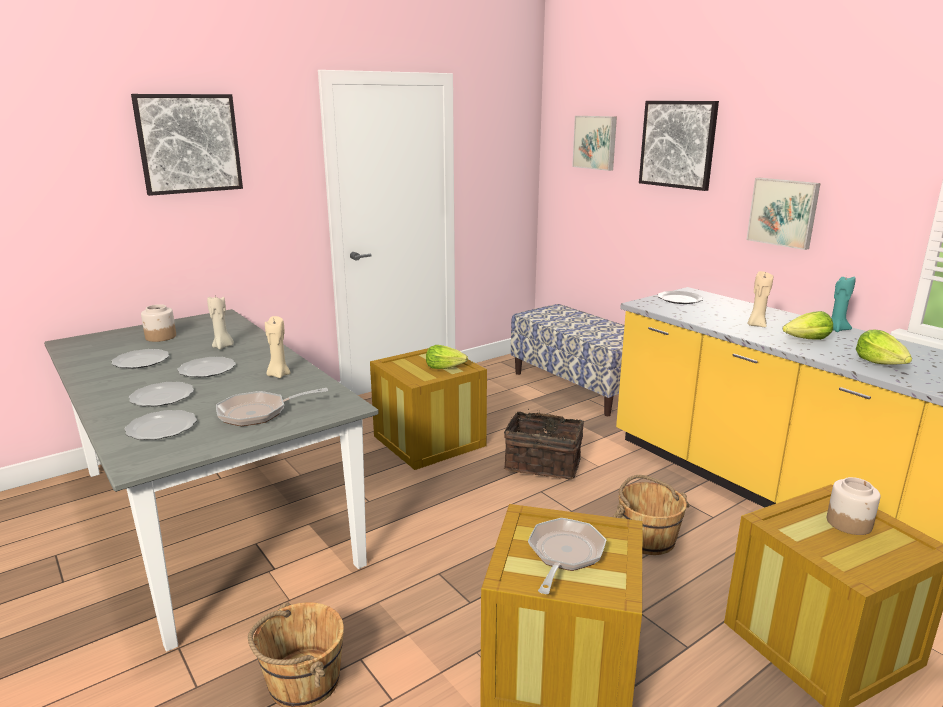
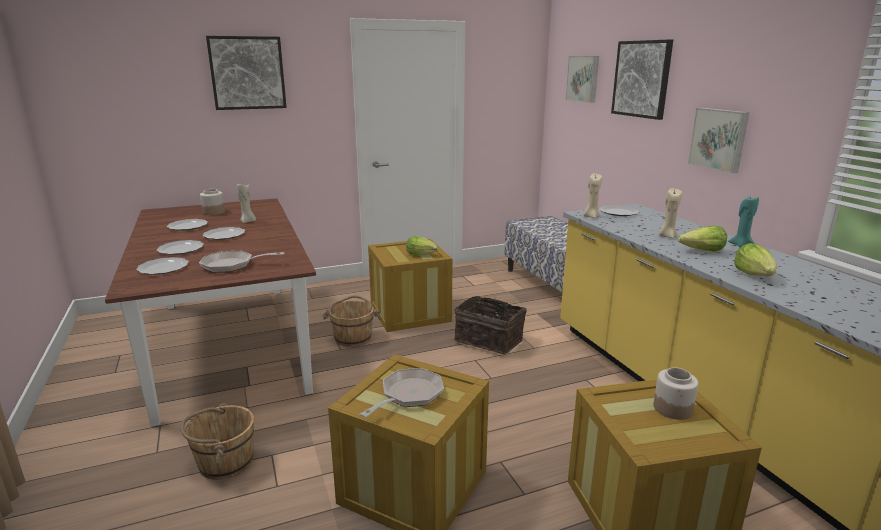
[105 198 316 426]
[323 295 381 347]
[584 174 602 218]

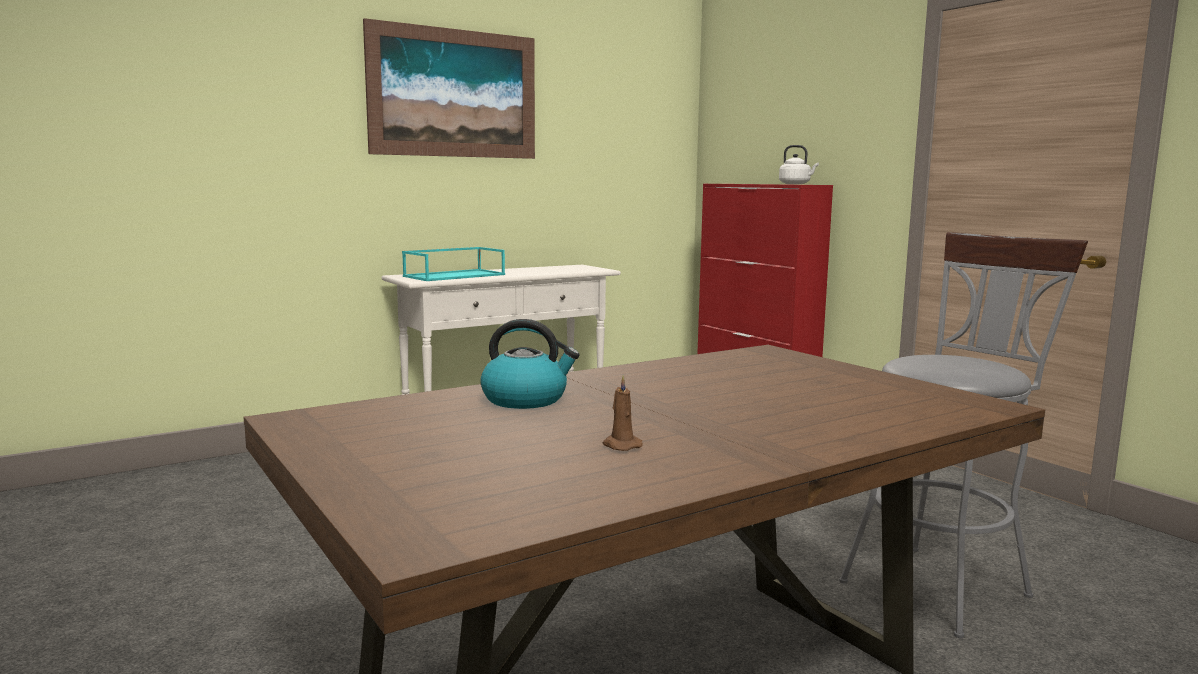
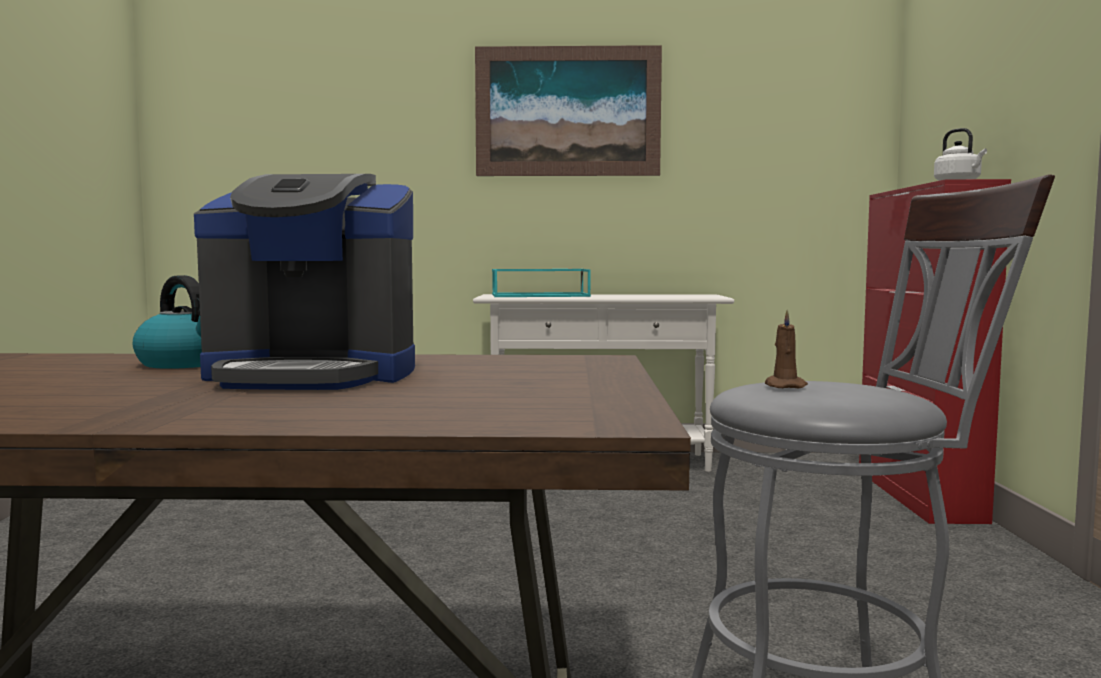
[194 174 415 390]
[765 309 808 388]

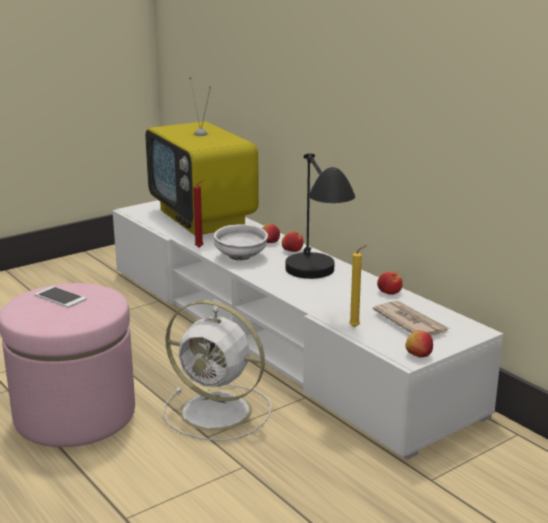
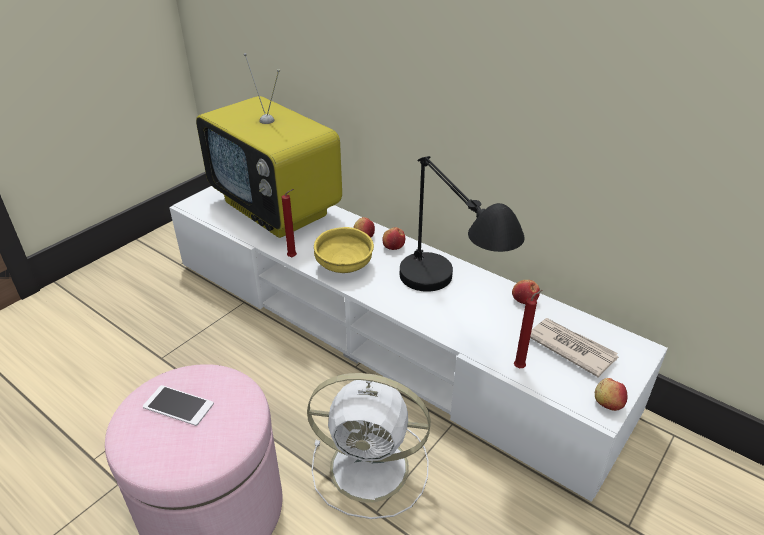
[314 227 374 273]
[514 290 542 368]

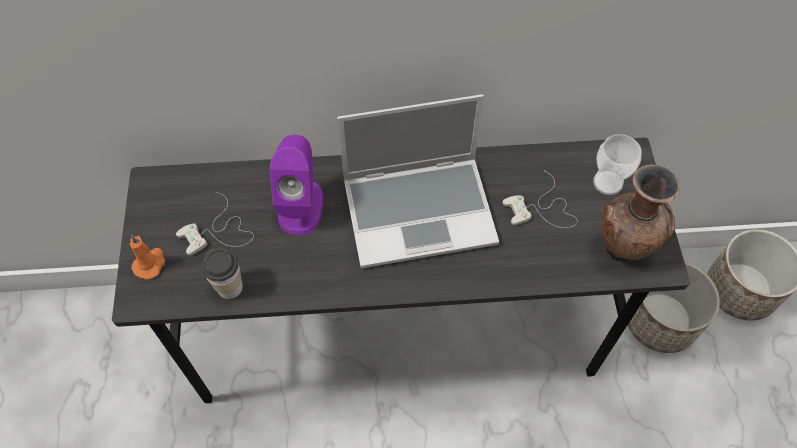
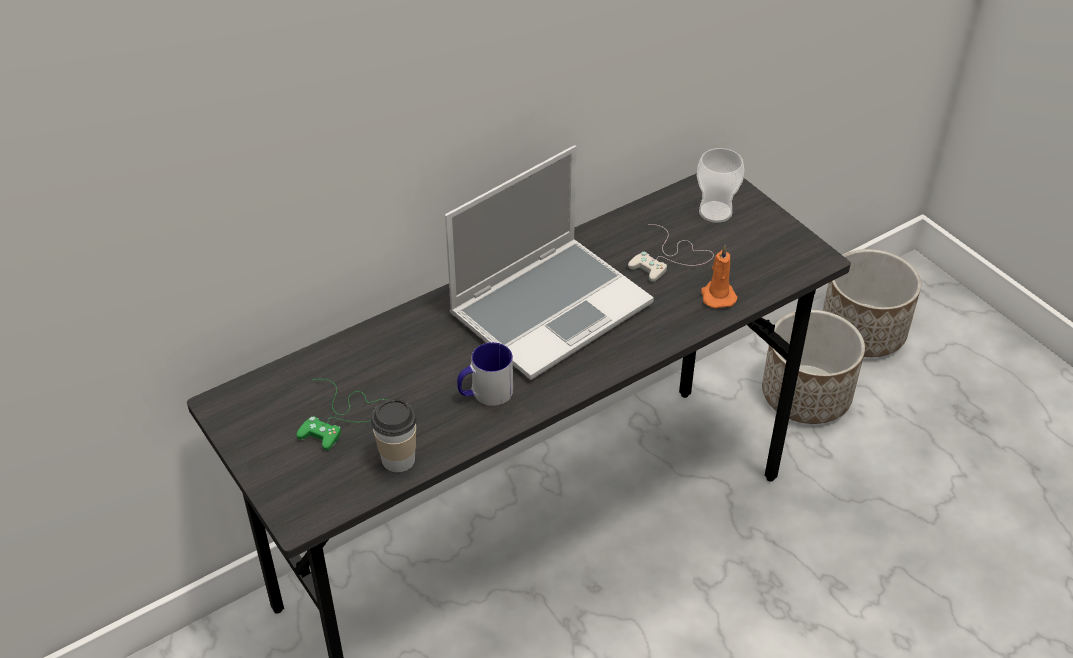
[296 379 389 451]
[457 342 513 406]
[701 245 738 309]
[269 135 323 235] (first image)
[601 164 680 262] (first image)

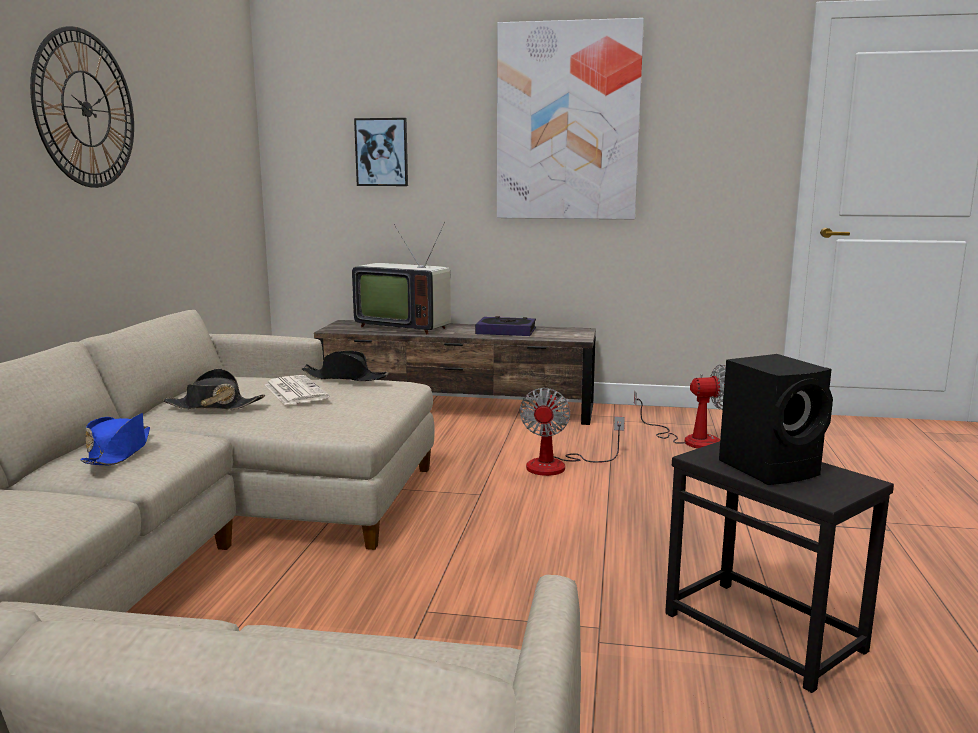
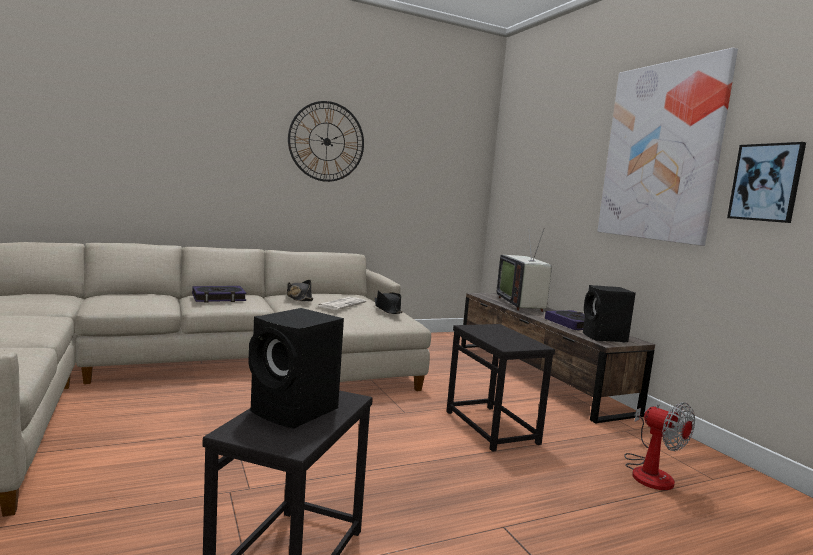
[192 286 247 303]
[446 324 555 452]
[583 285 636 342]
[727 142 806 223]

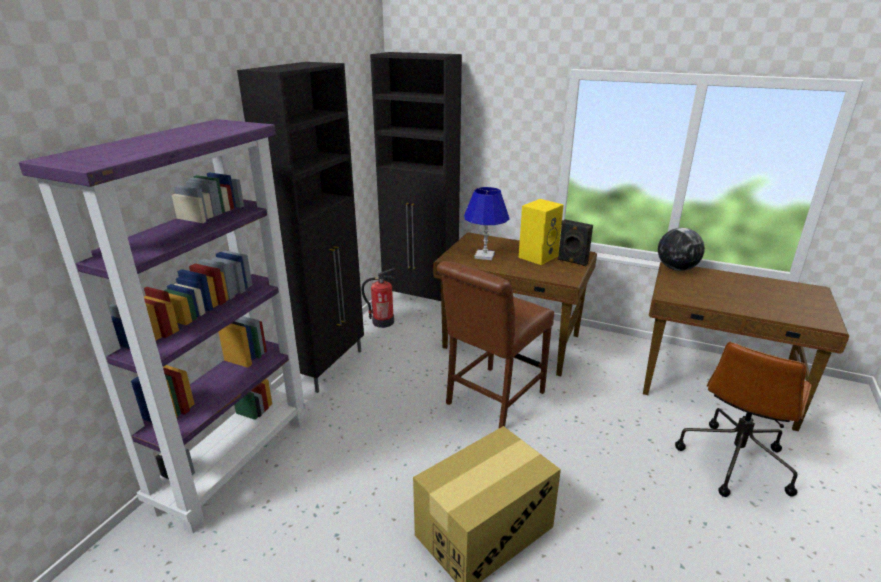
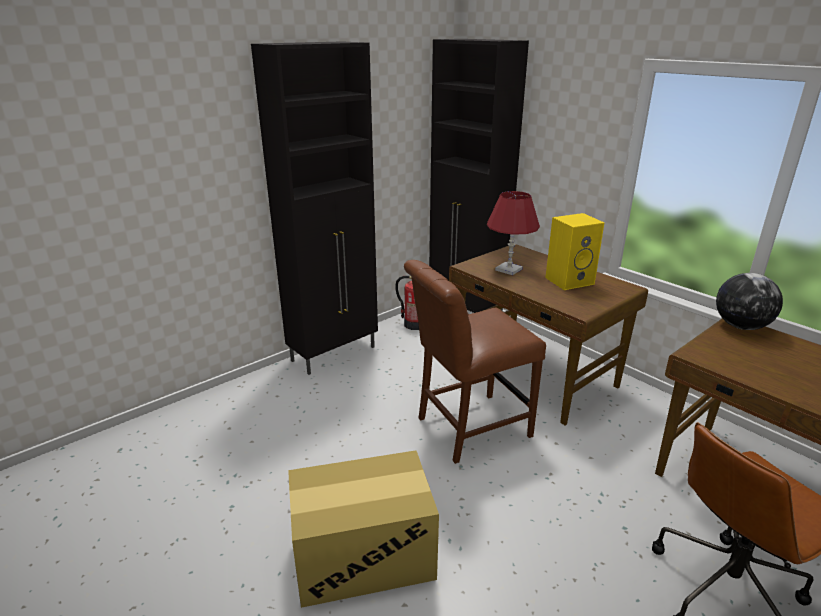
[487 191 540 275]
[18 119 308 533] (first image)
[558 219 593 266] (first image)

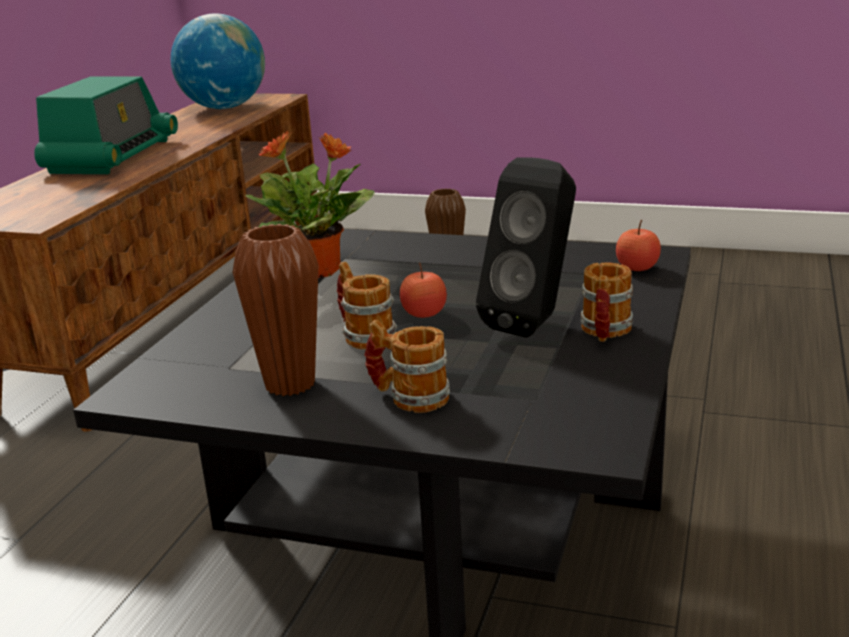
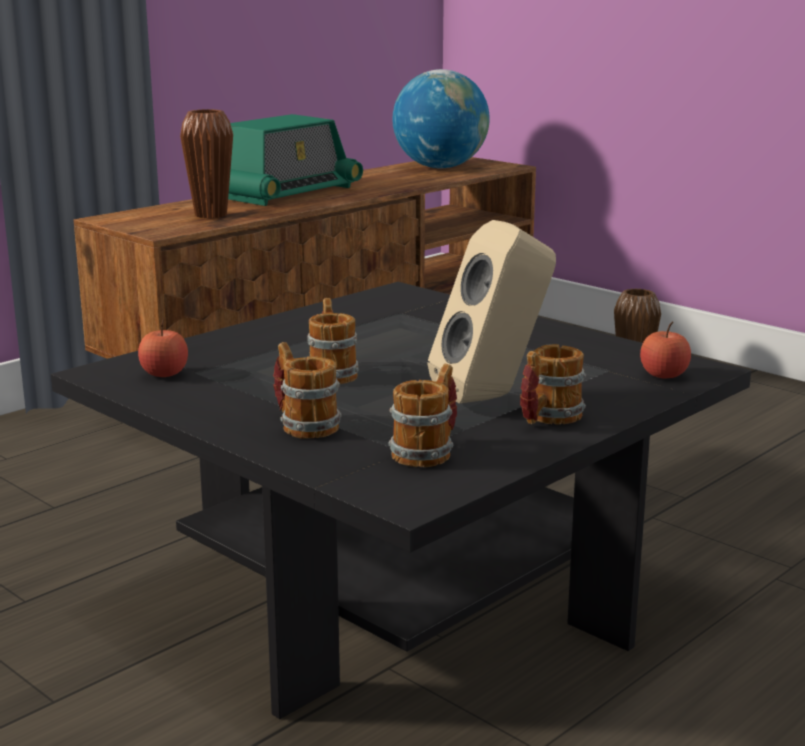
[138 319 188 377]
[180 109 233 219]
[388 364 457 467]
[428 220 556 404]
[246 130 375 278] (first image)

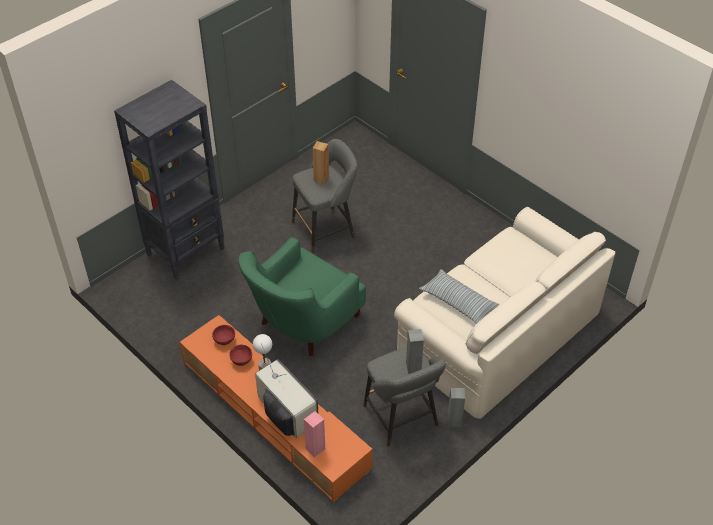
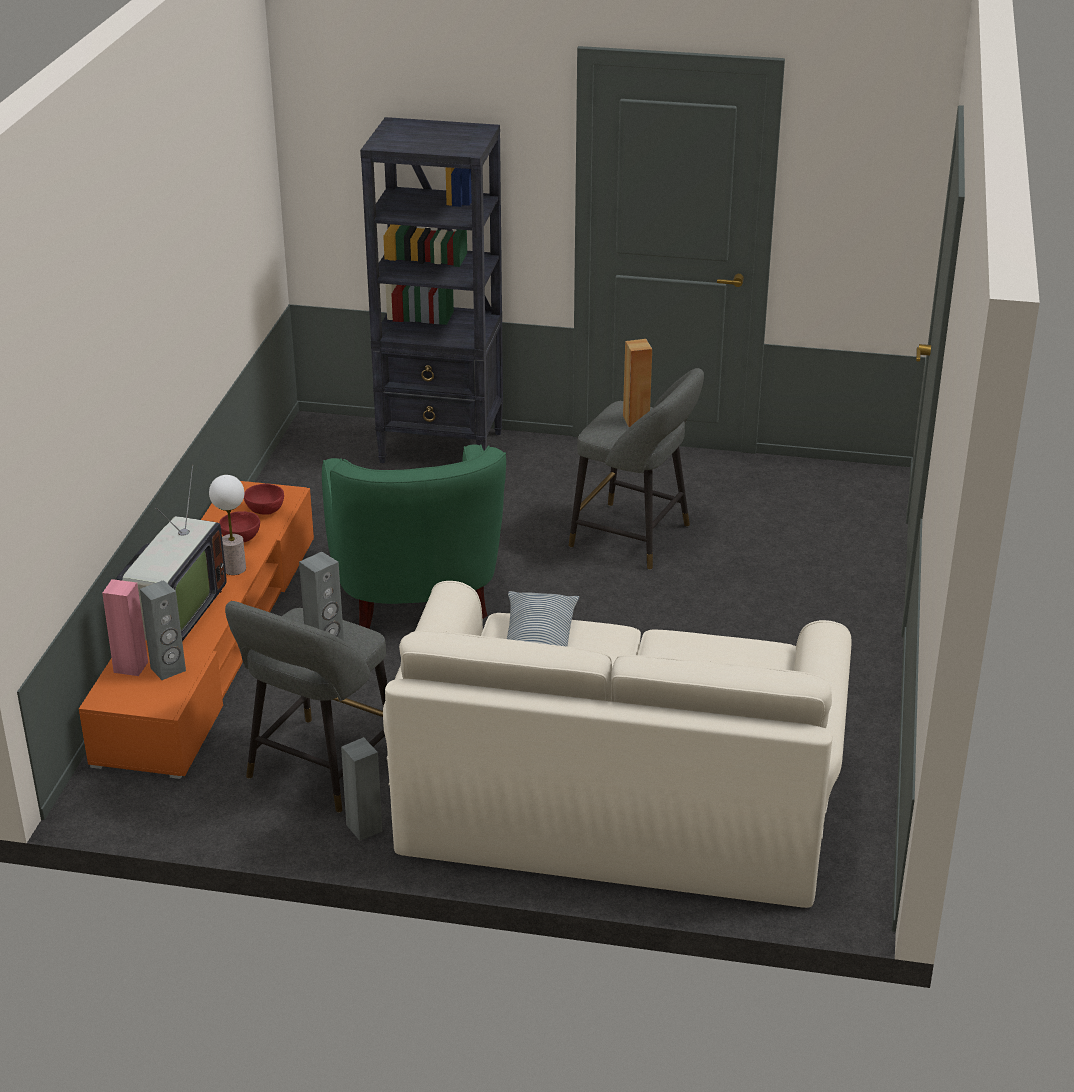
[140 580 186 680]
[322 444 506 629]

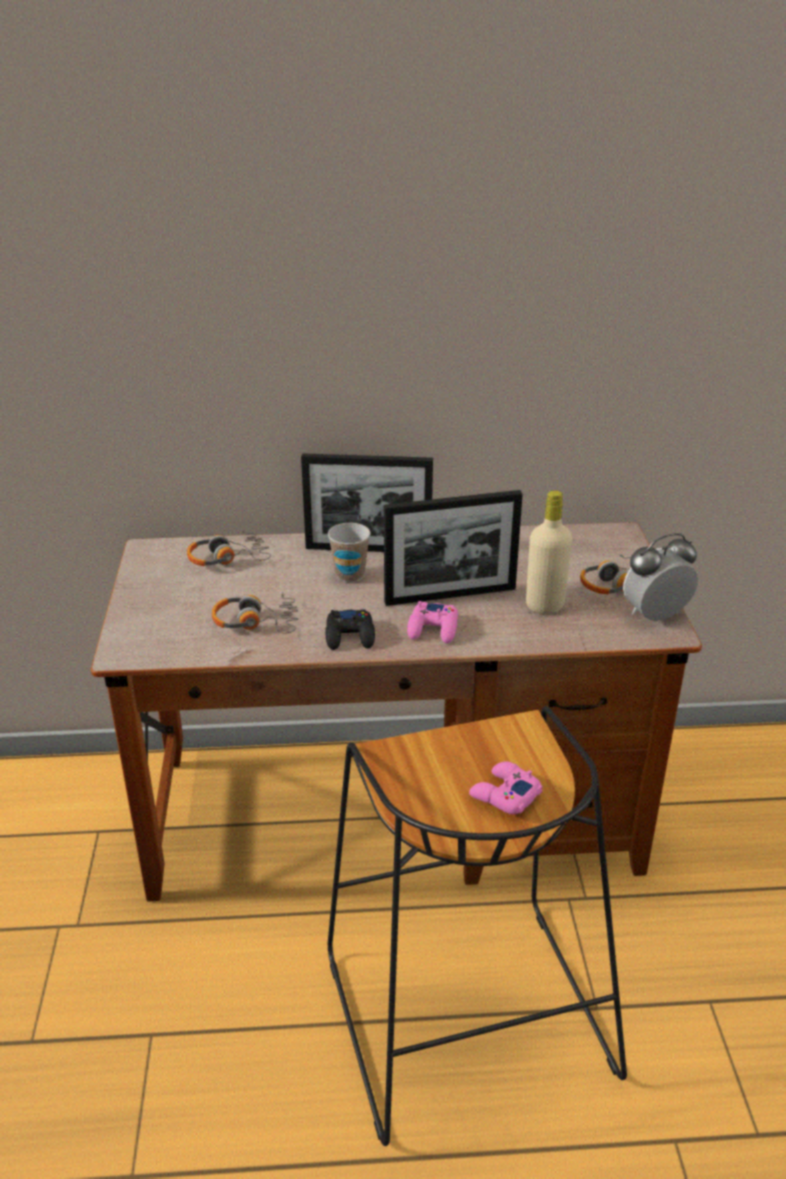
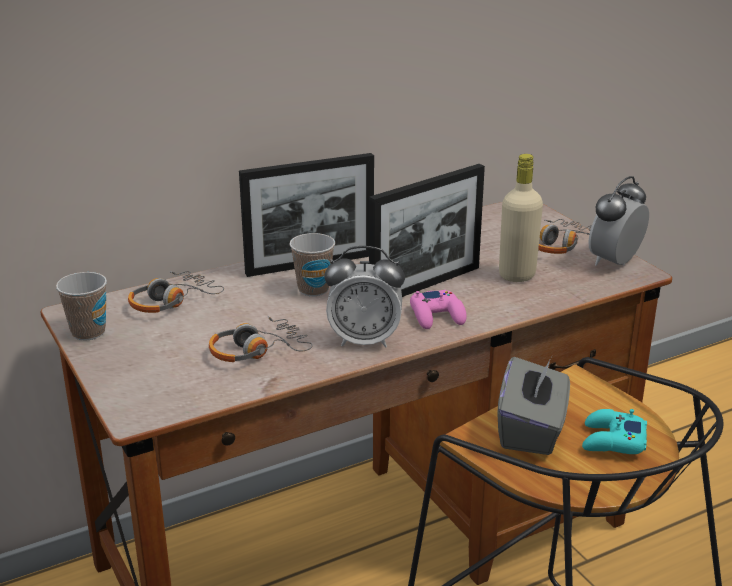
[56 272 107 340]
[324 246 405 348]
[497 357 570 455]
[582 409 647 454]

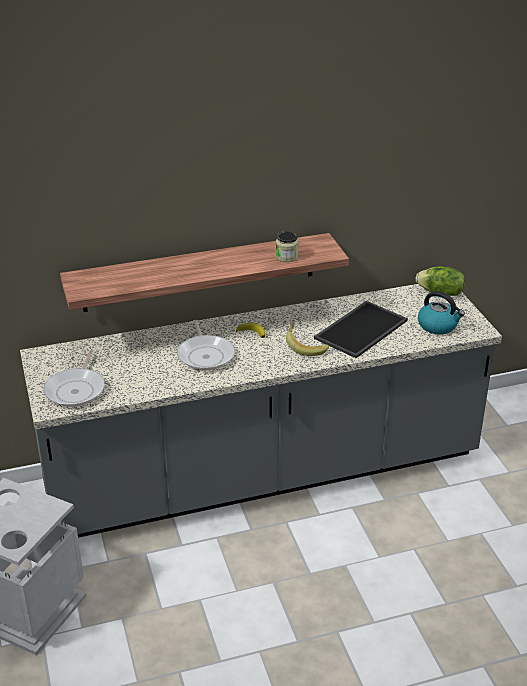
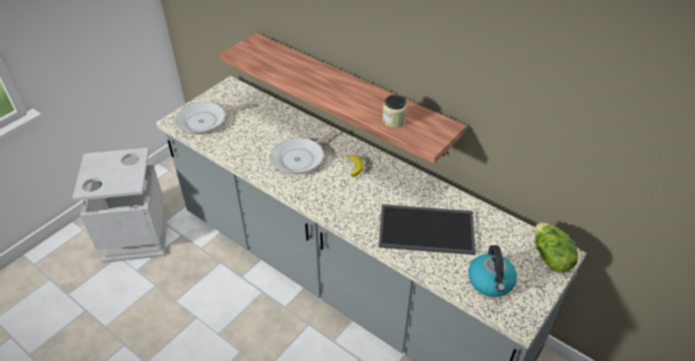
[286 320 329 356] (first image)

